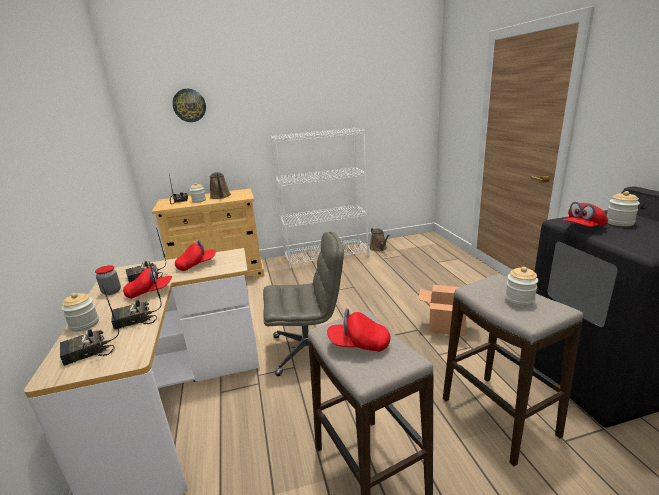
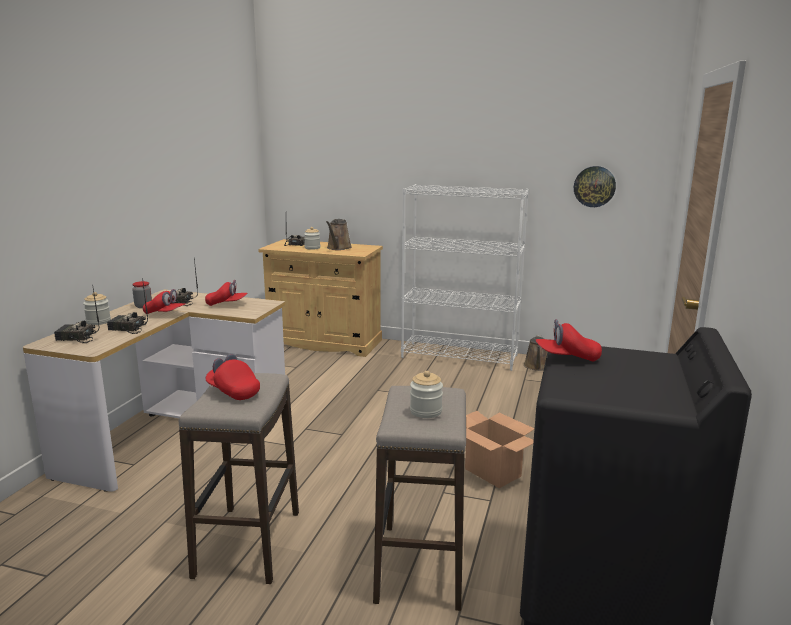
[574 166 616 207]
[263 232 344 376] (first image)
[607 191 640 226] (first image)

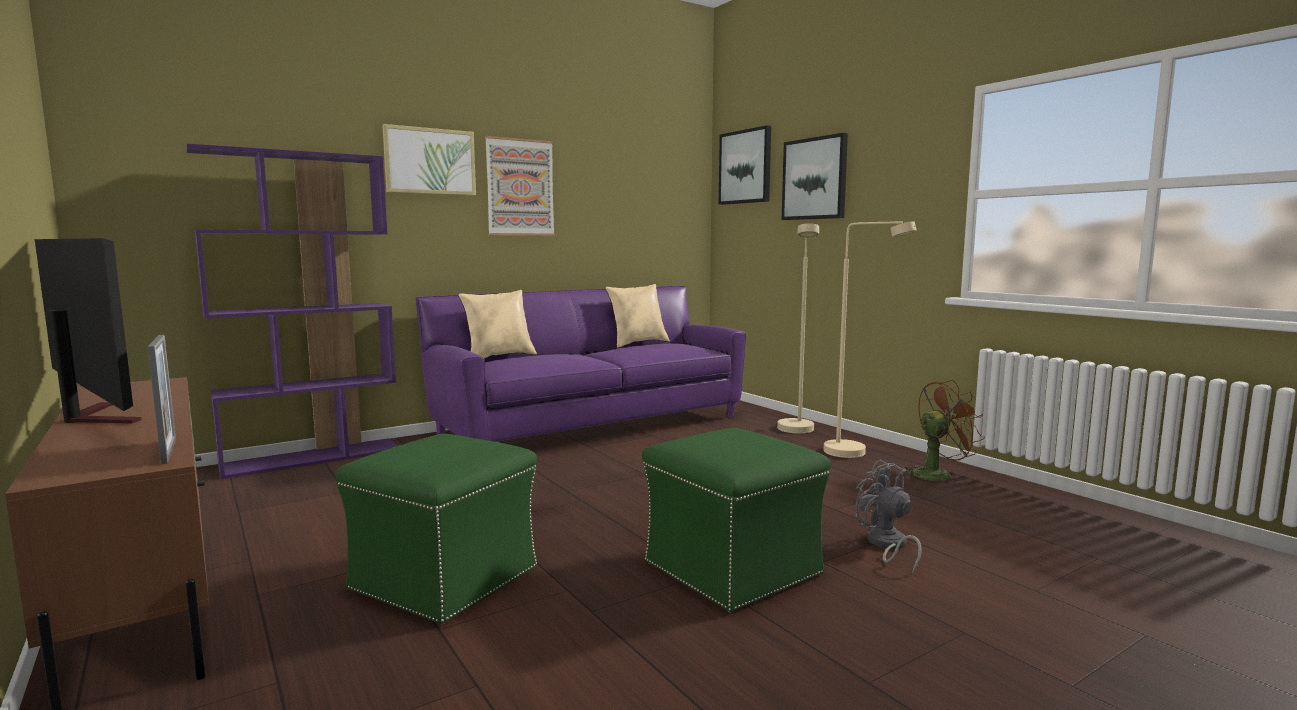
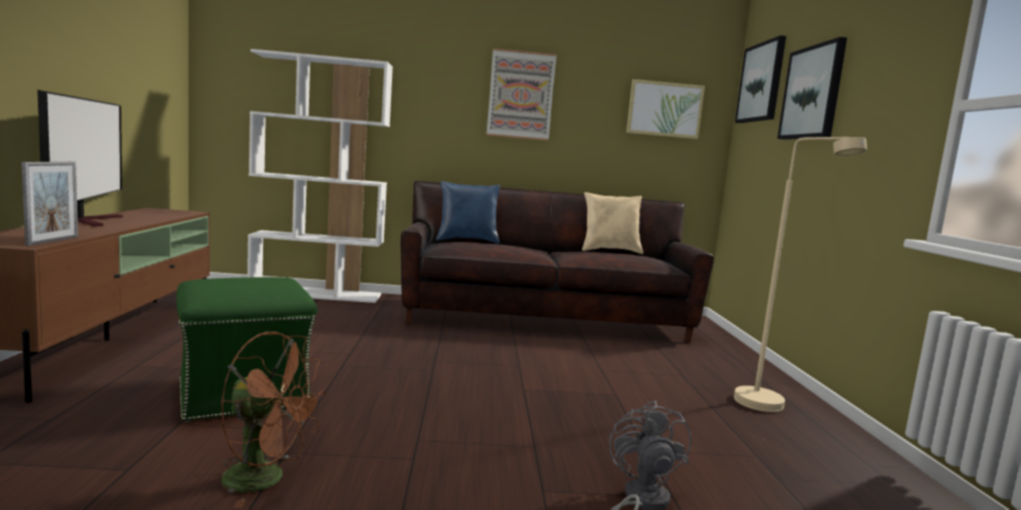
[221 332 327 508]
[247 49 393 303]
[401 181 714 343]
[436 181 500 244]
[626 79 705 139]
[642 428 831 612] (first image)
[777 223 819 433] (first image)

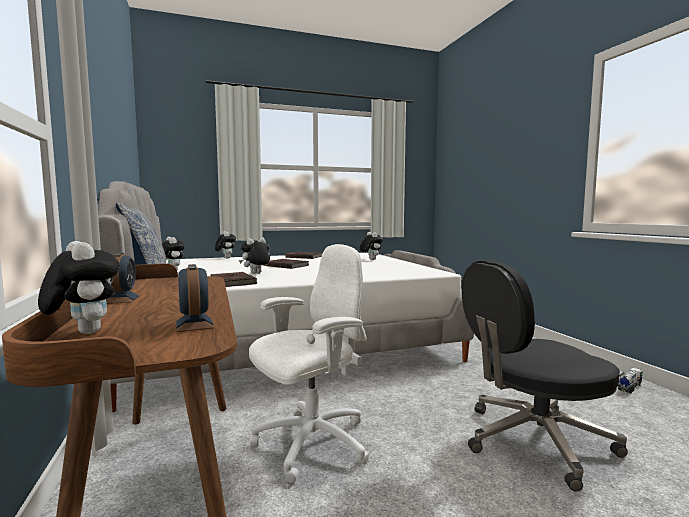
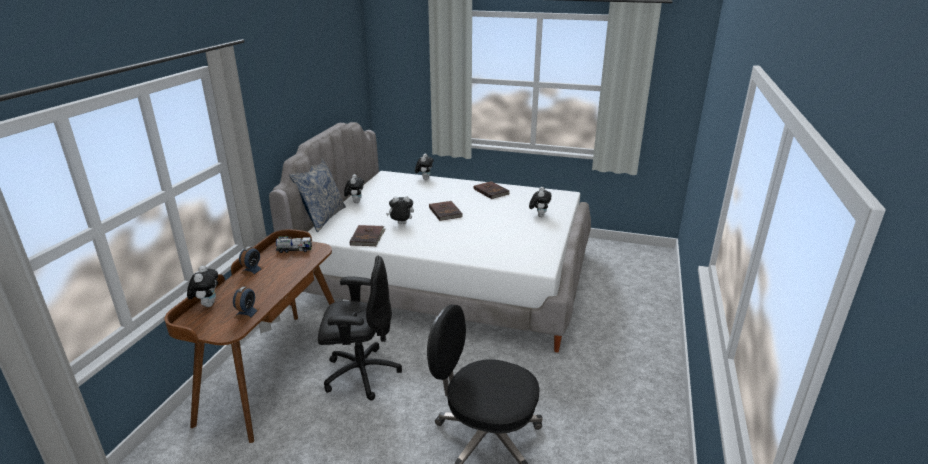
[276 236 312 253]
[318 256 402 400]

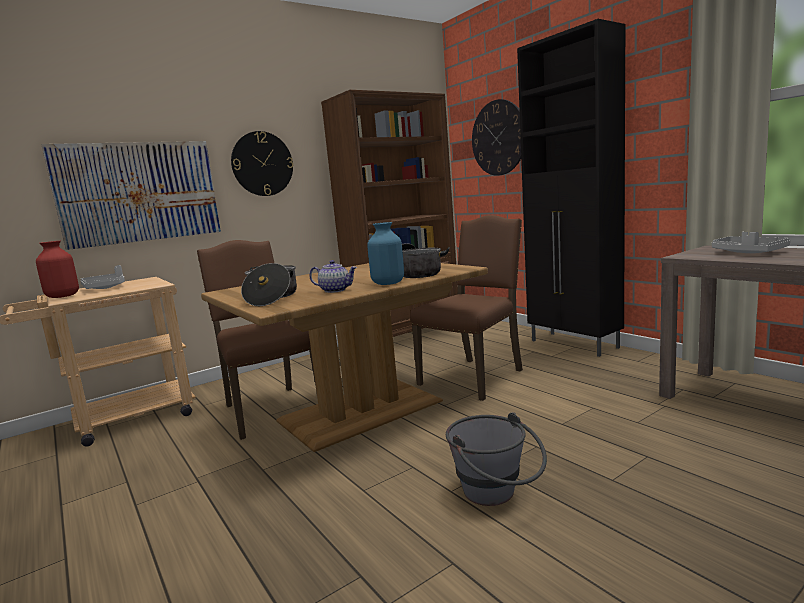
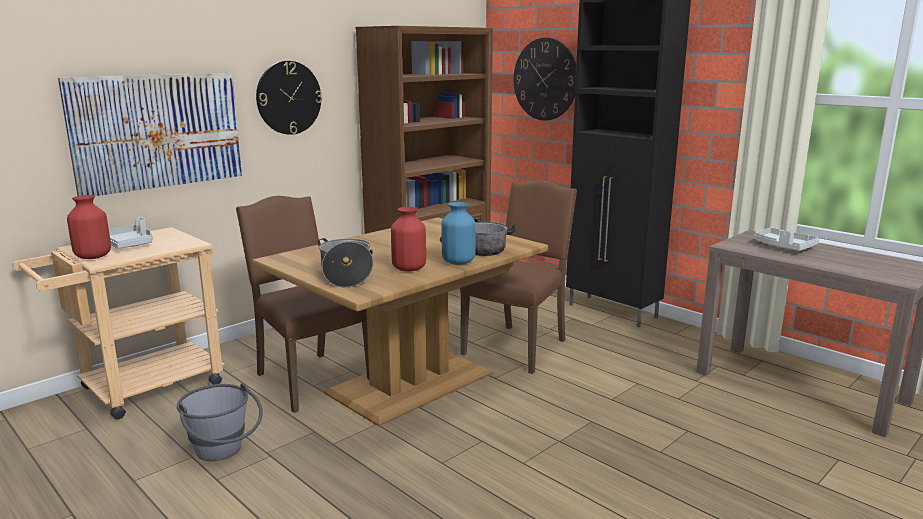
[177 383 263 461]
[391 207 426 271]

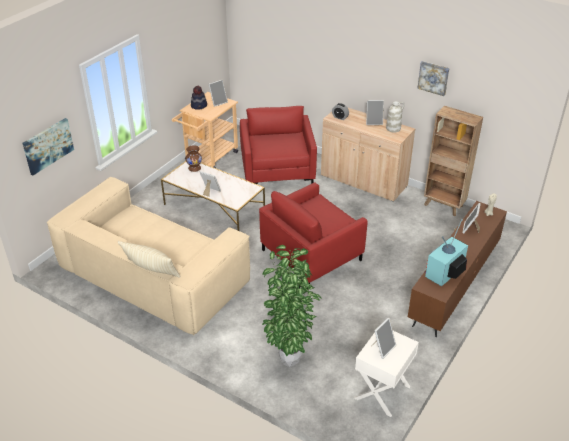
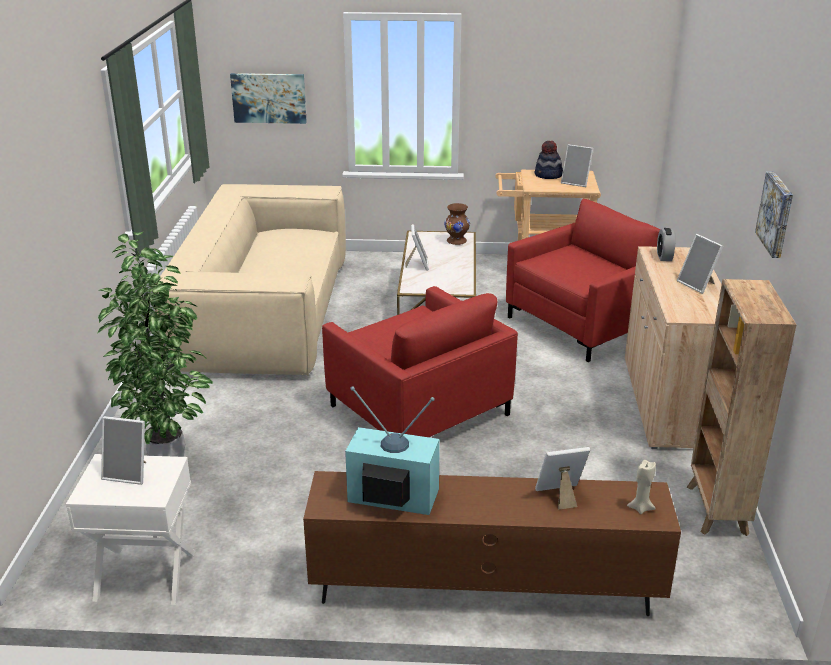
[322 286 518 437]
[118 241 180 278] (first image)
[386 101 405 133] (first image)

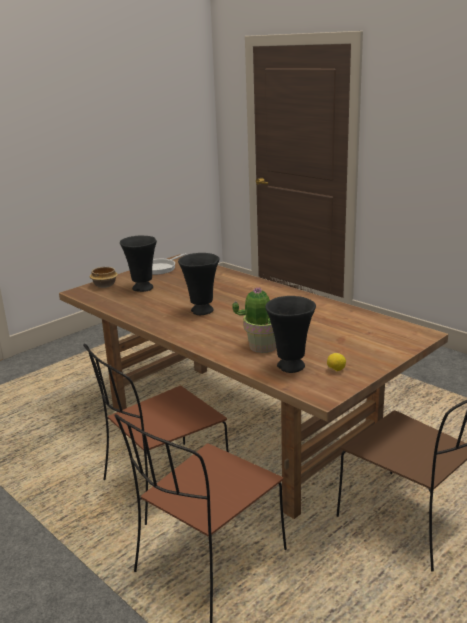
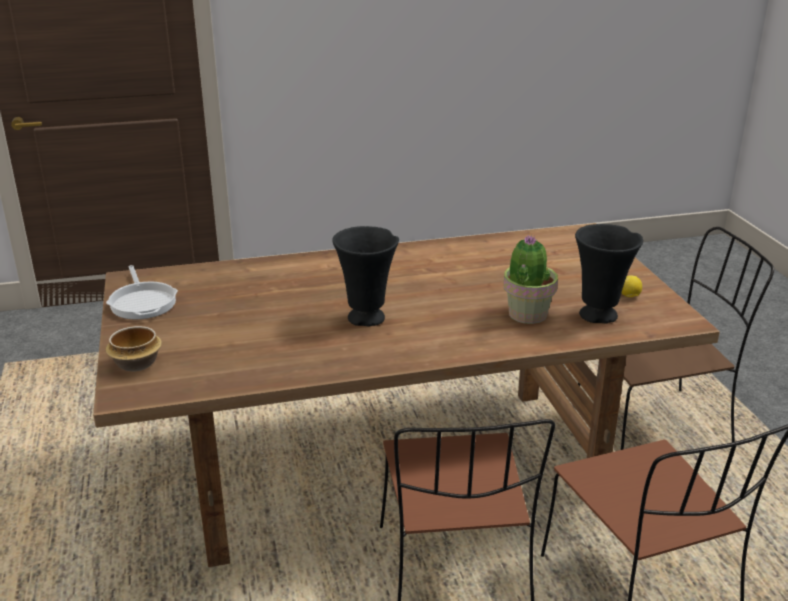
[120 235 157 292] (first image)

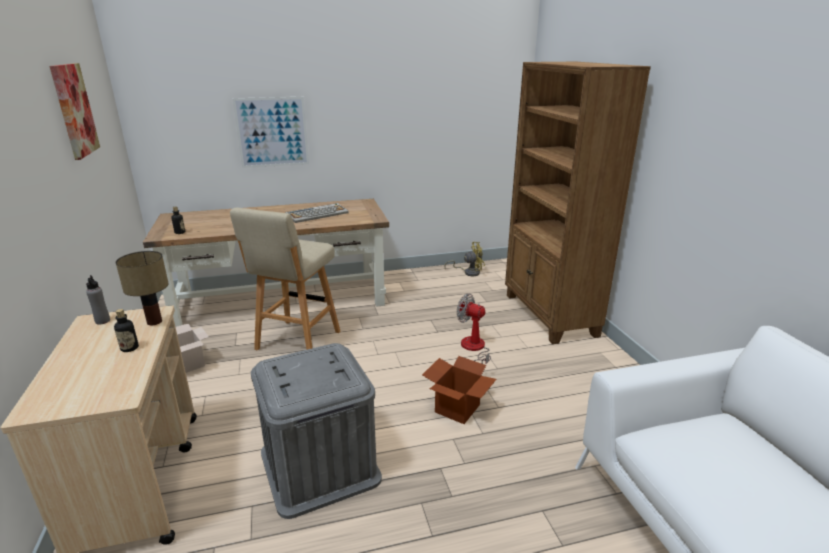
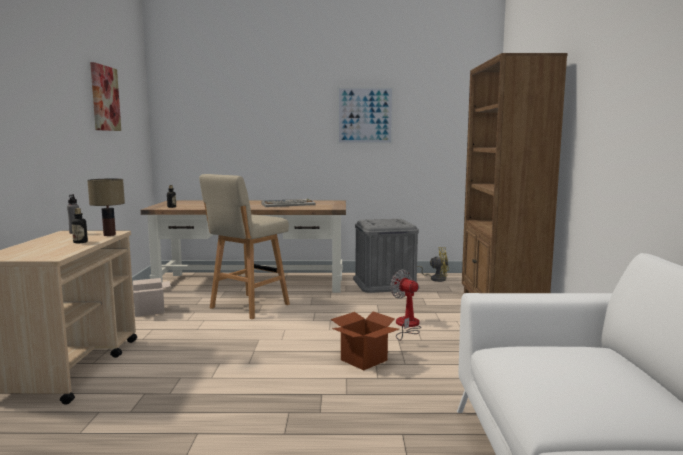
[337 87 394 144]
[353 219 419 293]

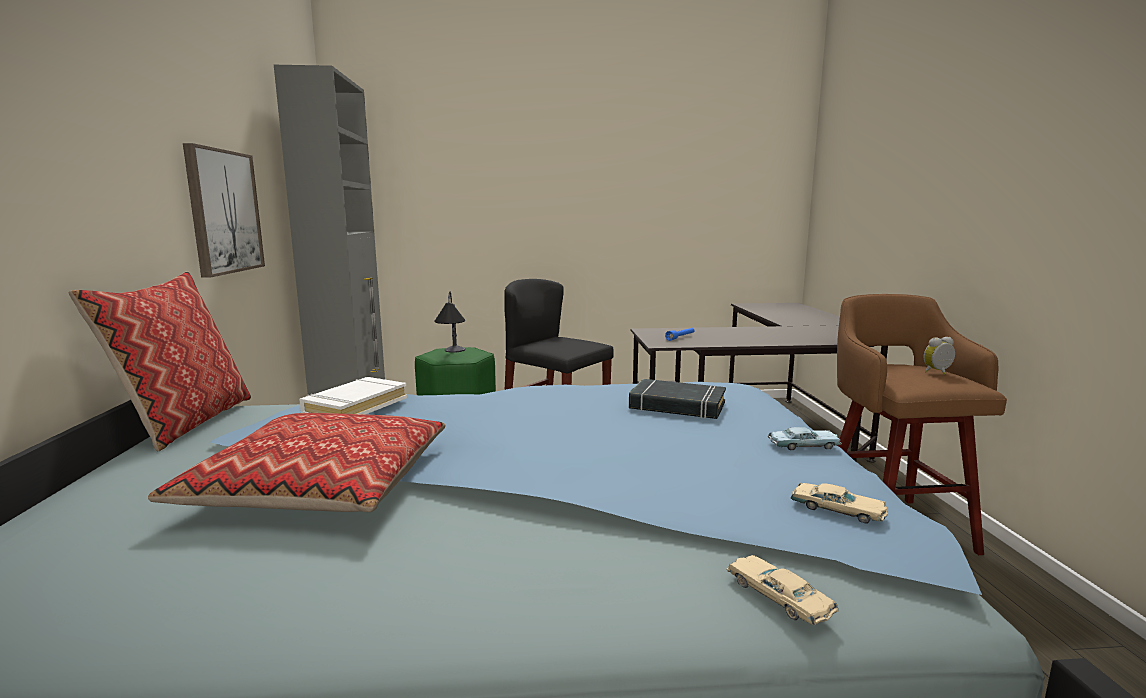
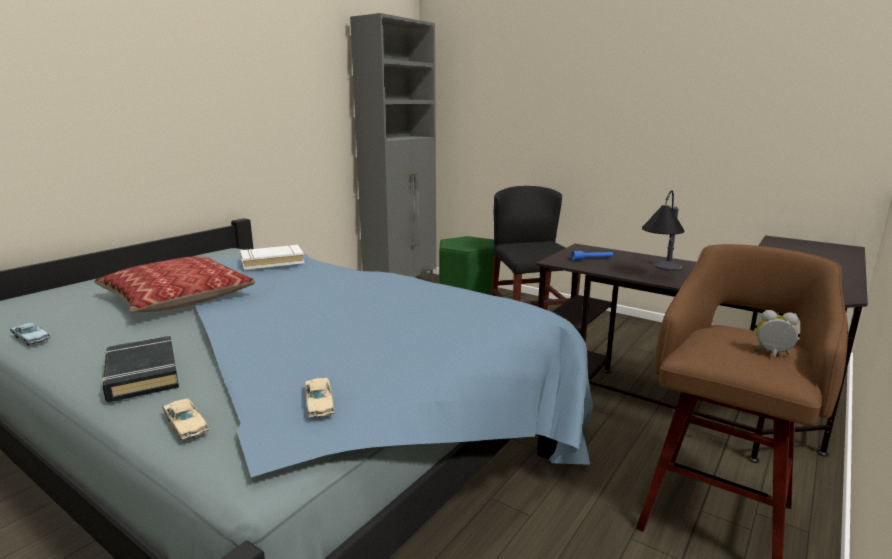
[10 323 51 346]
[101 336 179 402]
[162 398 209 440]
[642 190 685 271]
[69 271 251 451] (first image)
[183 143 265 278] (first image)

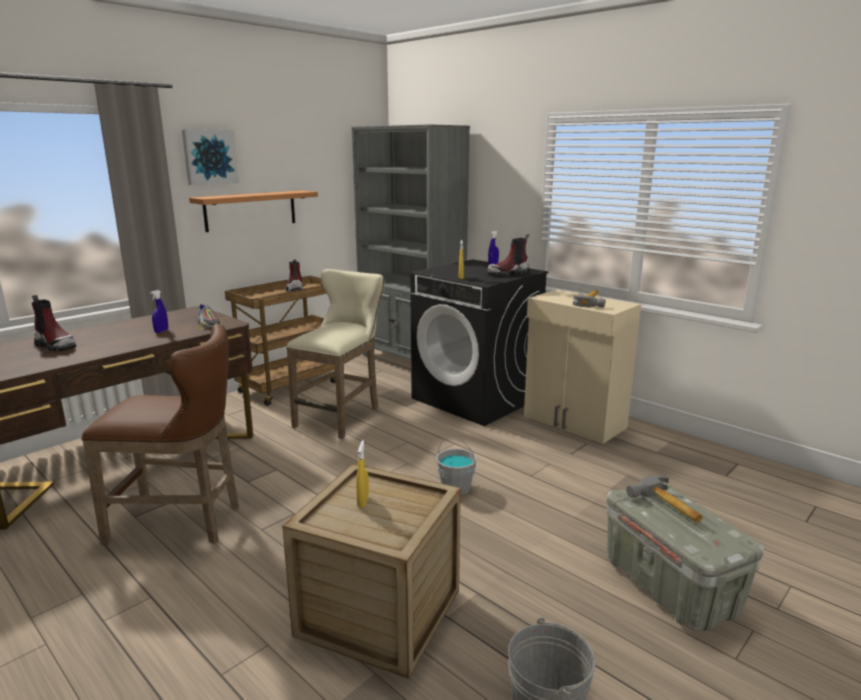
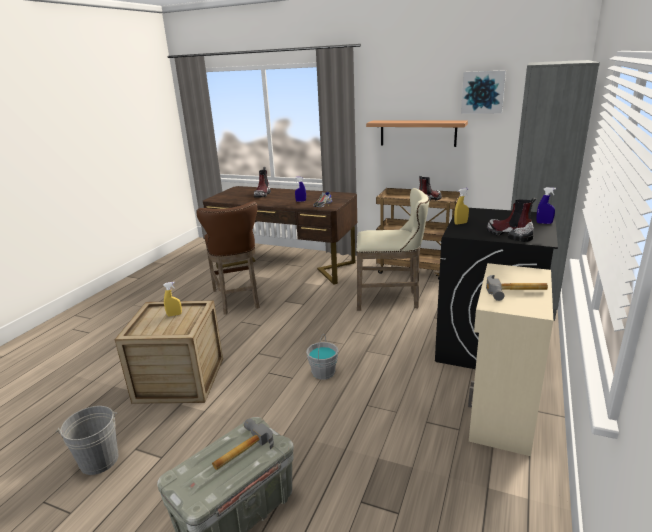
[461 70 506 114]

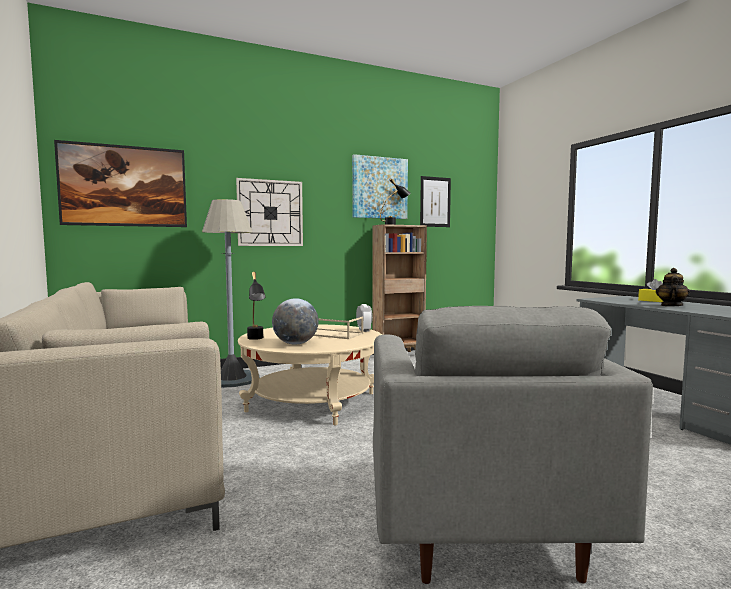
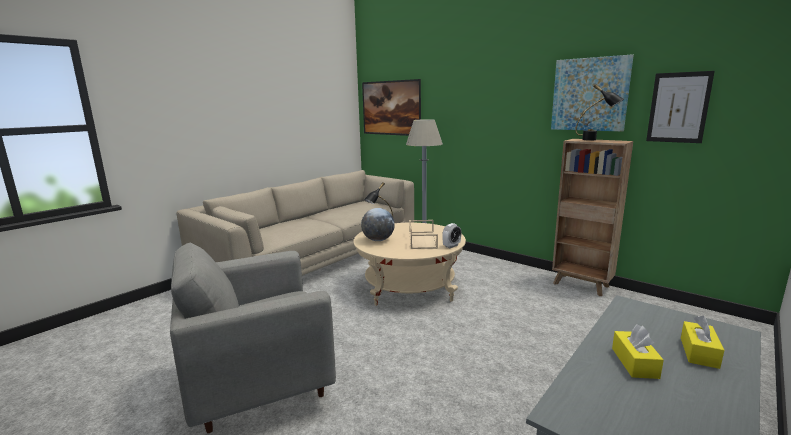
[612 324 664 379]
[236 178 303 246] (first image)

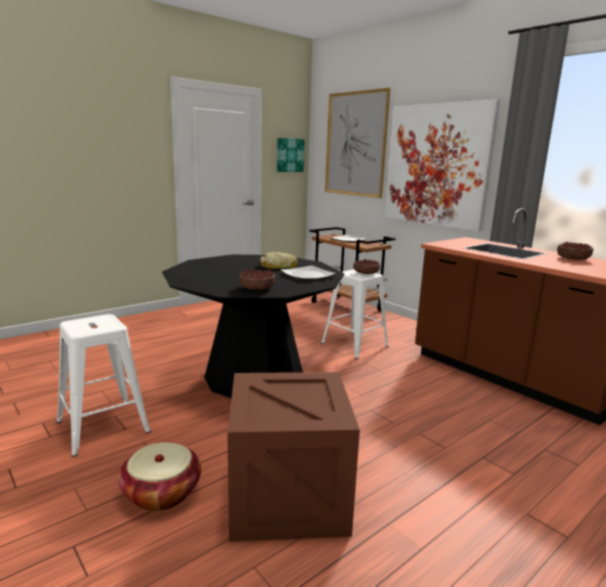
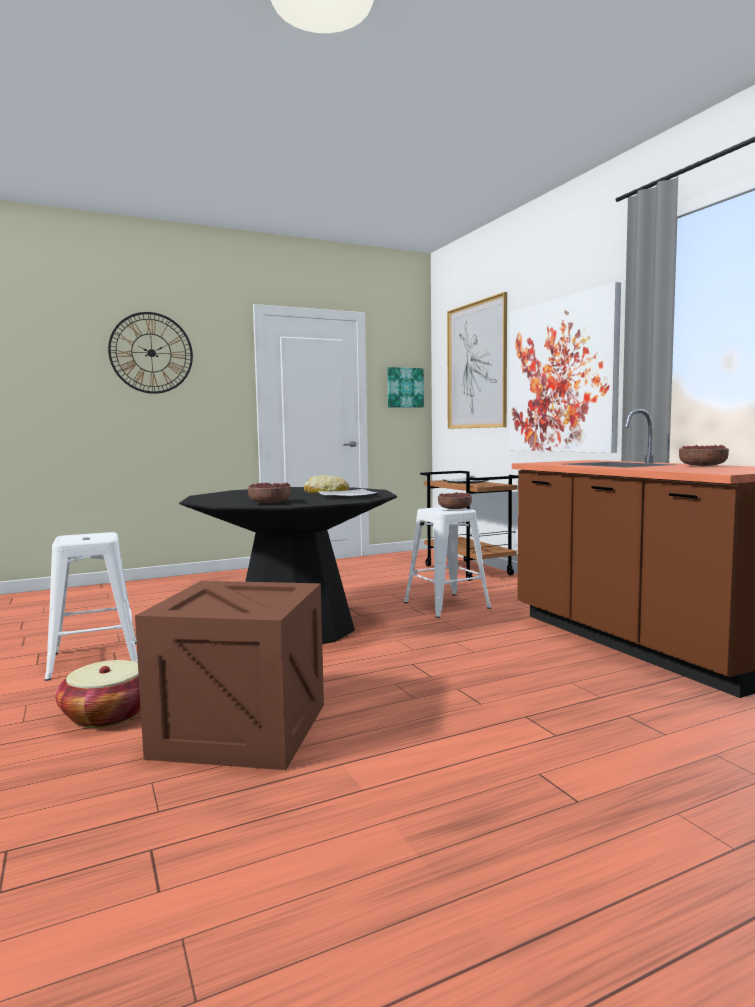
[108 312 193 394]

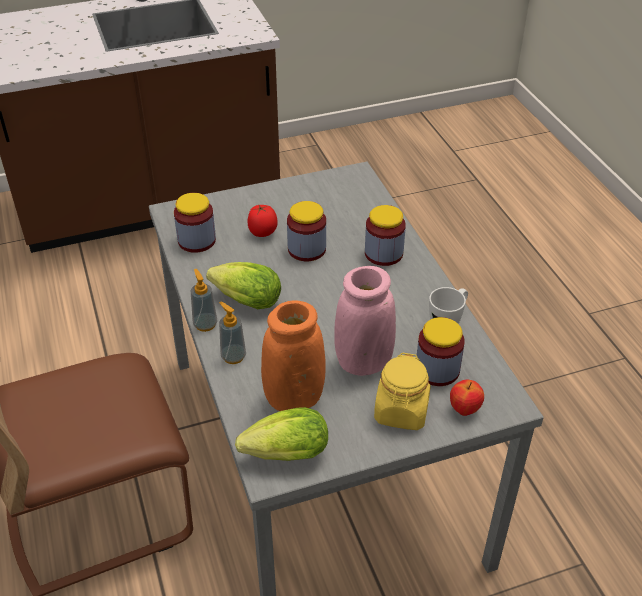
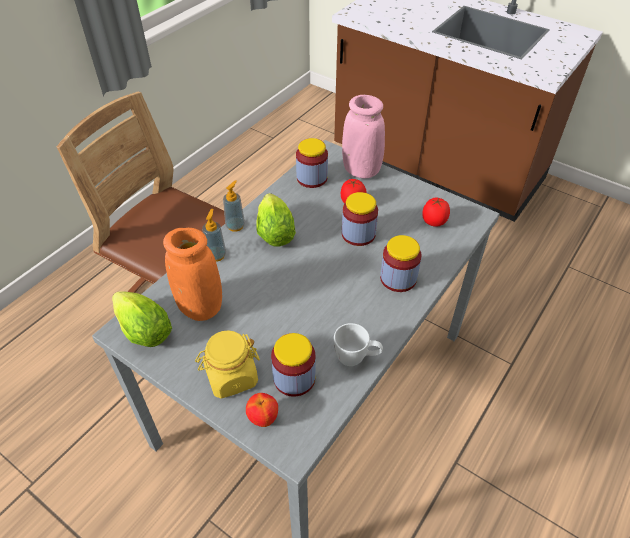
[342 95 385 178]
[422 198 450 227]

